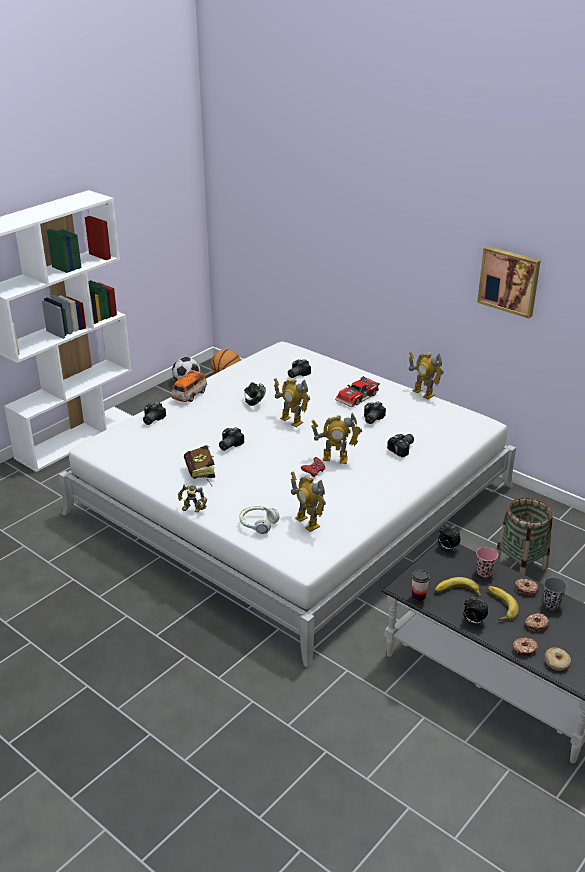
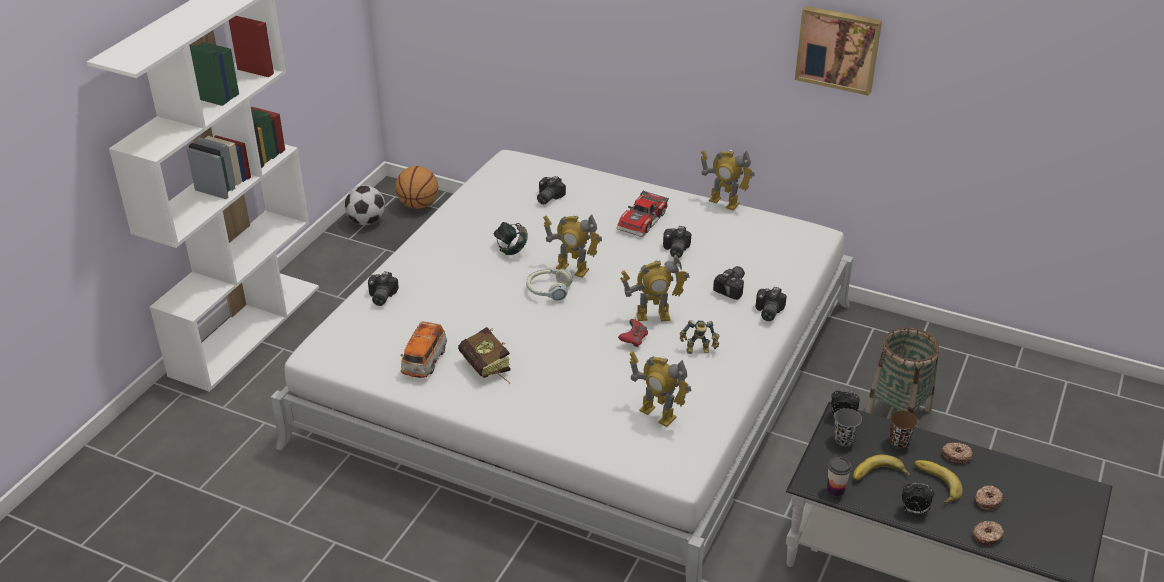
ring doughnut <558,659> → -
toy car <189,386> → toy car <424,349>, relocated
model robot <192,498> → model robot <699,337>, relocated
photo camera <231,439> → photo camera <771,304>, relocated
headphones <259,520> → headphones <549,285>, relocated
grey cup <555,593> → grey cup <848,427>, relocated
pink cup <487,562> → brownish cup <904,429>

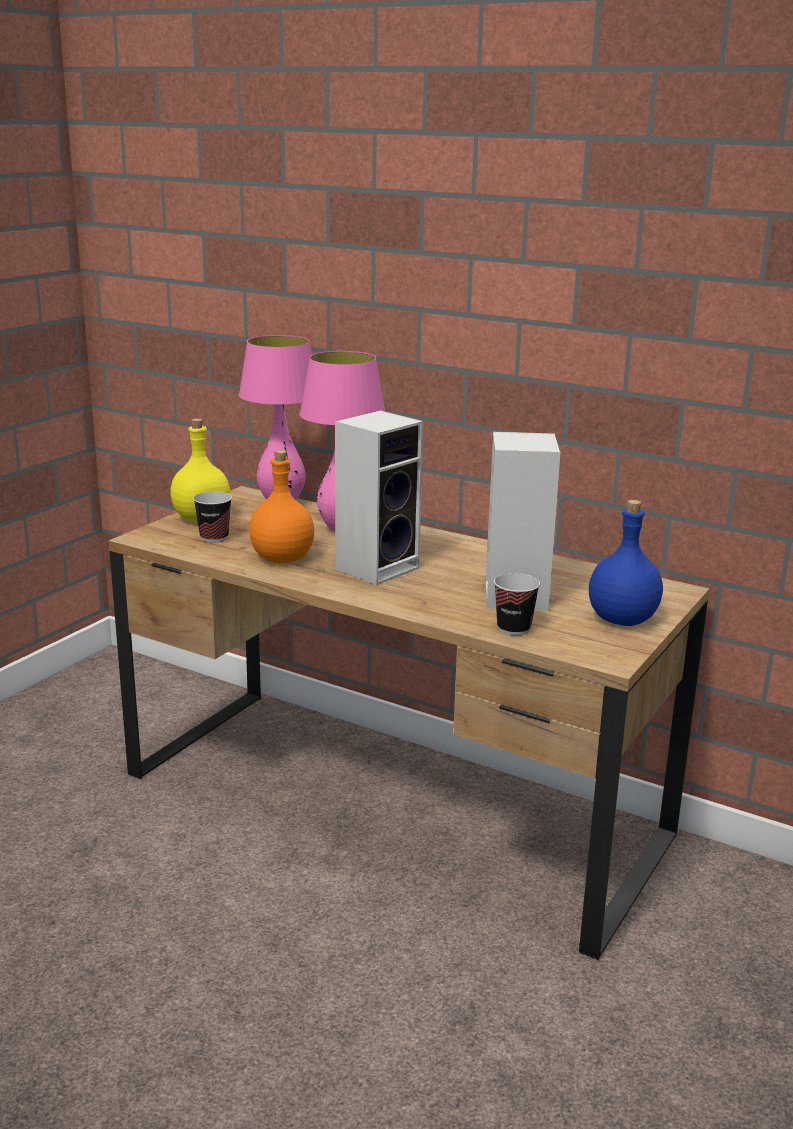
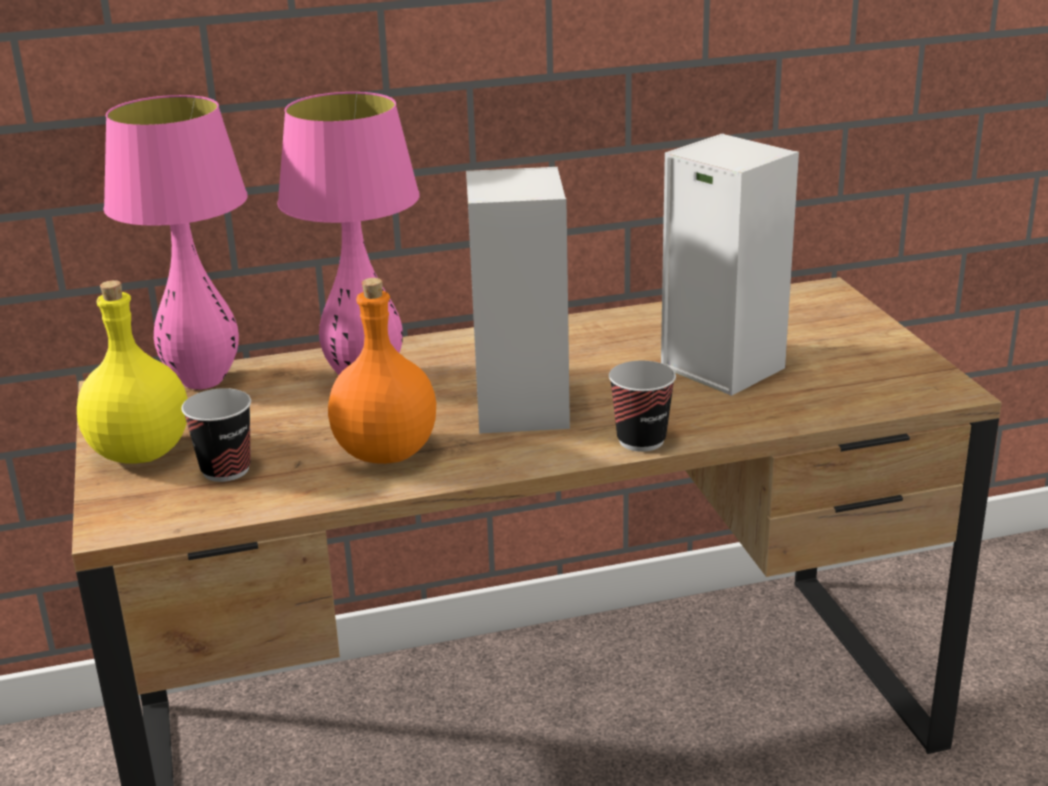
blue bottle <626,563> → -
cup <517,604> → cup <642,406>, relocated

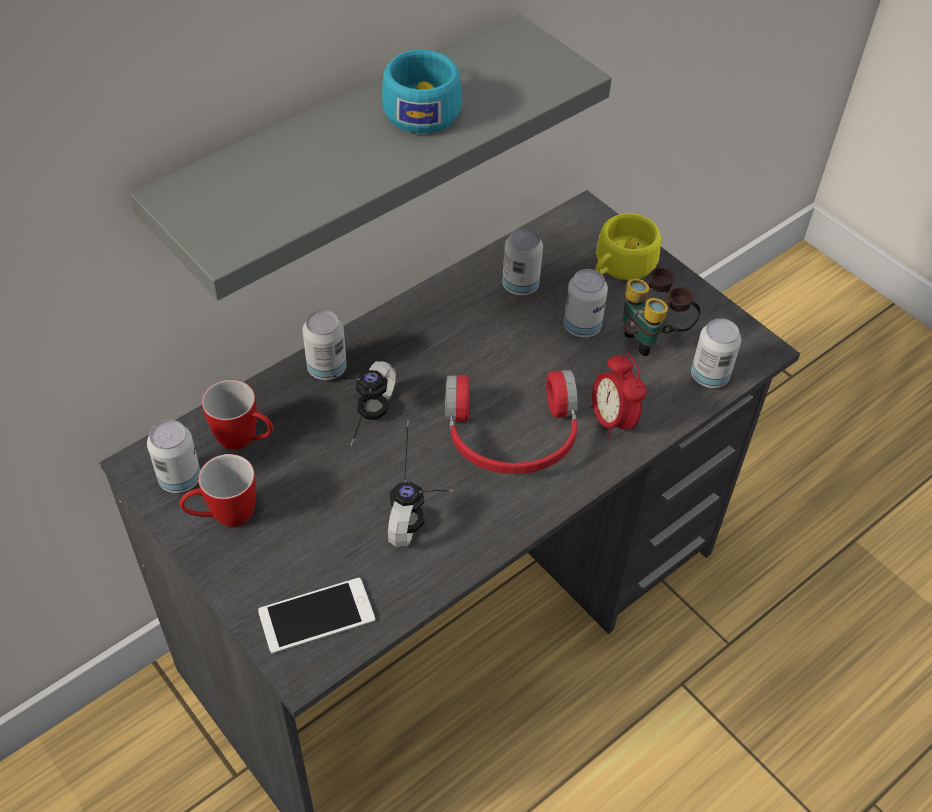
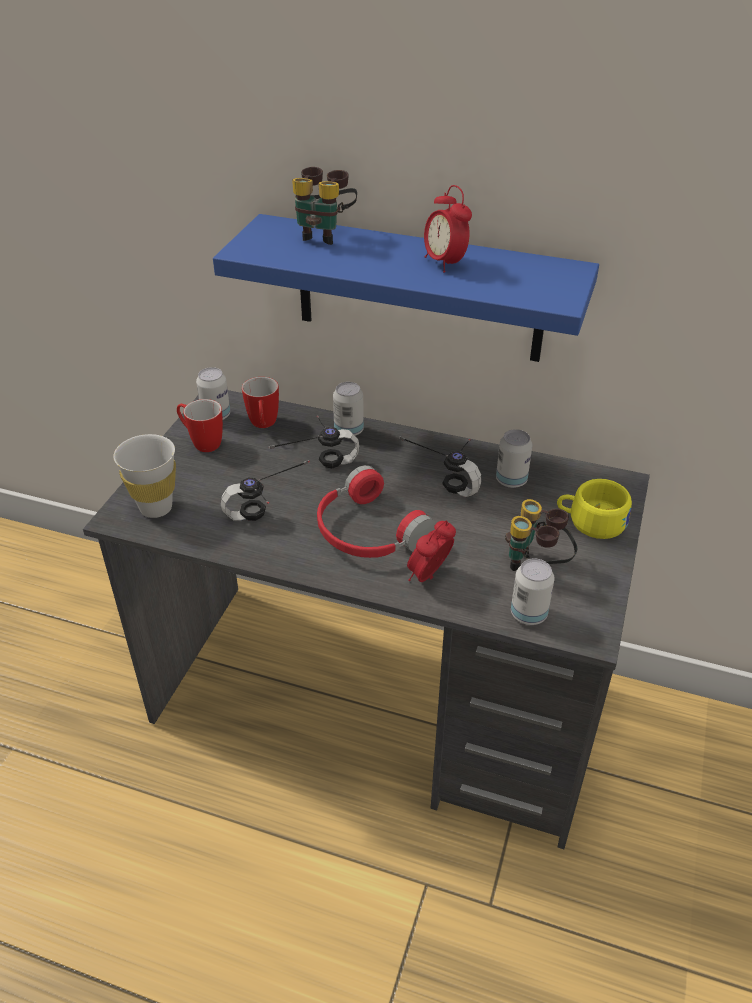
sealed can <586,303> → -
- → binoculars <324,206>
- → headphones <440,466>
phone <316,616> → whitish cup <144,476>
blue-green cup <422,91> → table clock <448,229>
grey bracket shelf <371,157> → blue bracket shelf <406,288>

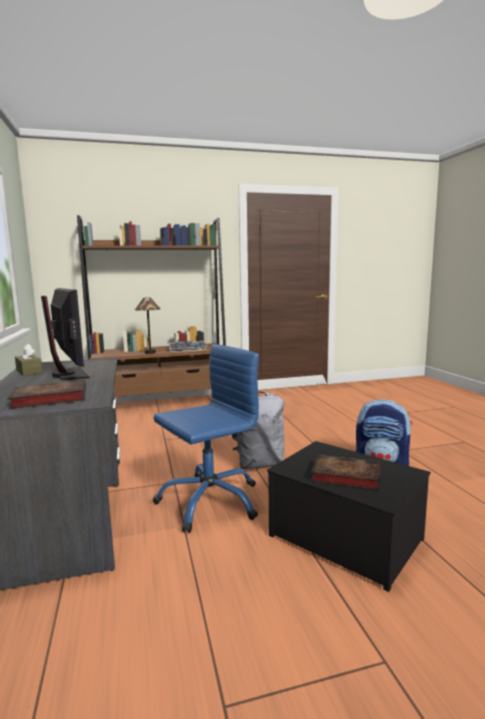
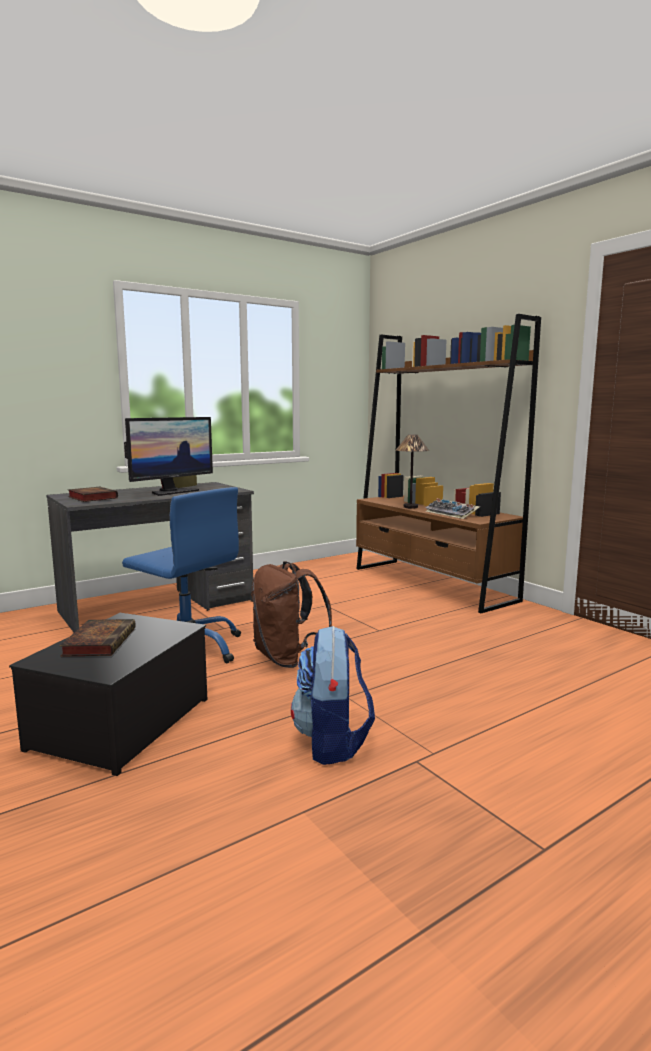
grey rucksack <258,430> → brownish rucksack <291,614>

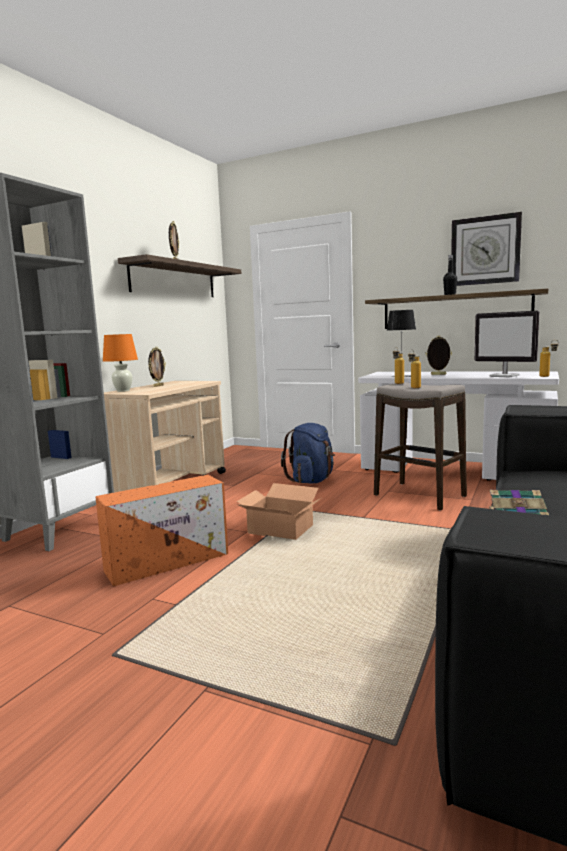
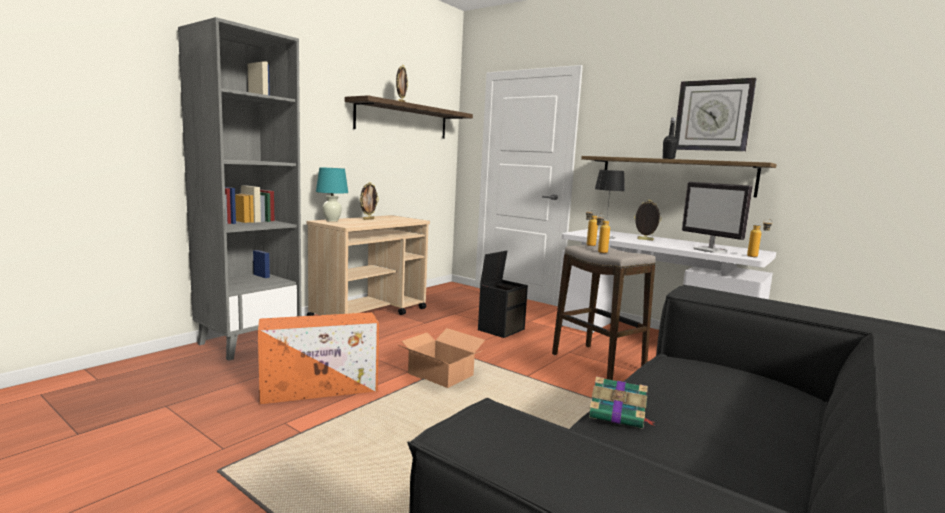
blue rucksack <308,453> → blackish storage bin <503,294>
orange table lamp <120,363> → blue-green table lamp <332,194>

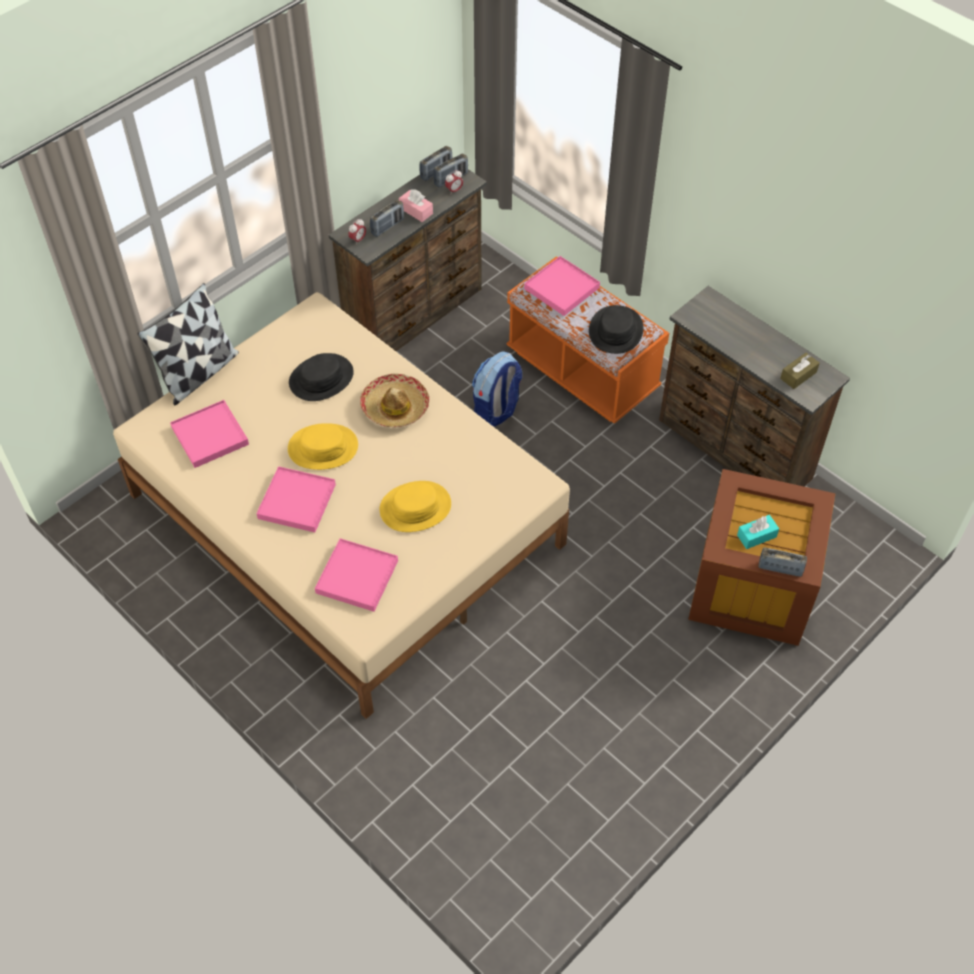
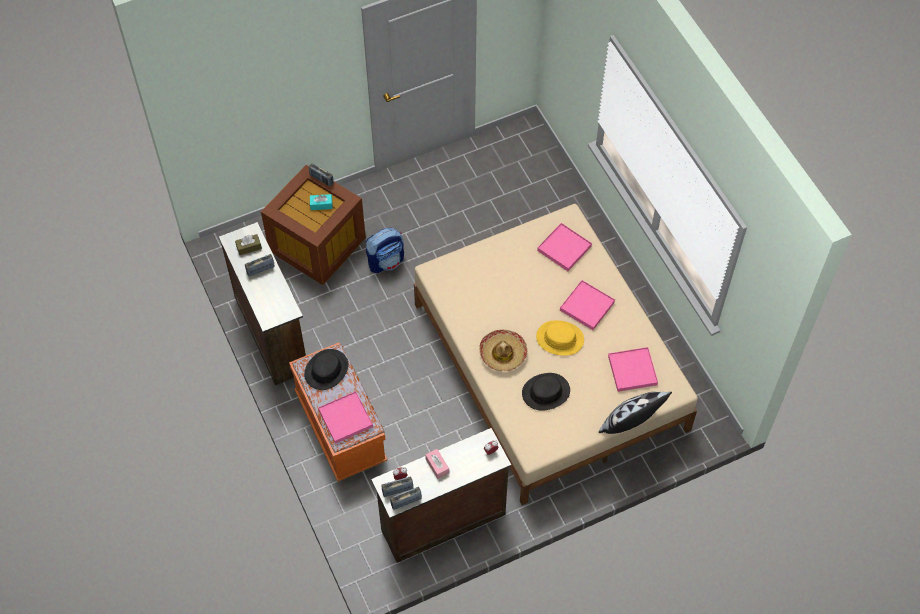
yellow wearable hat <415,506> → -
radio <387,218> → radio <260,265>, relocated
rucksack <497,389> → rucksack <385,250>, relocated

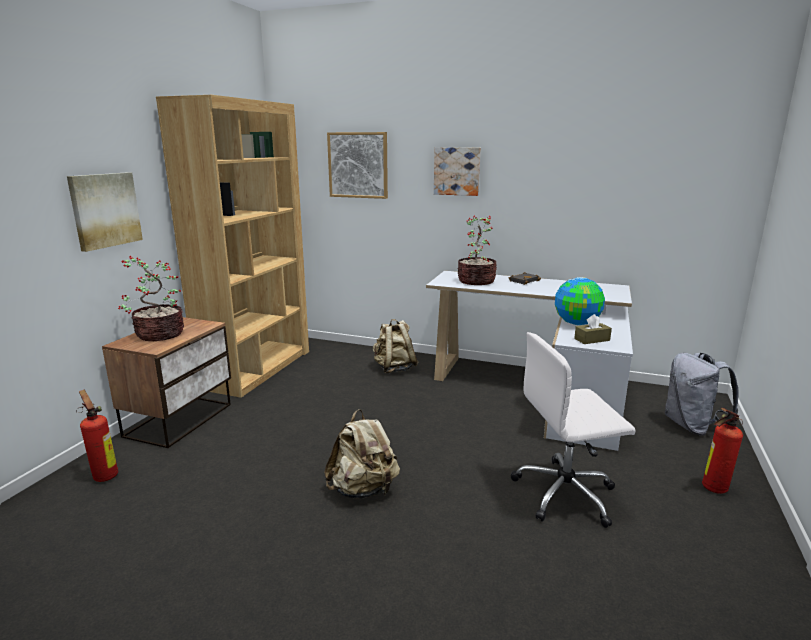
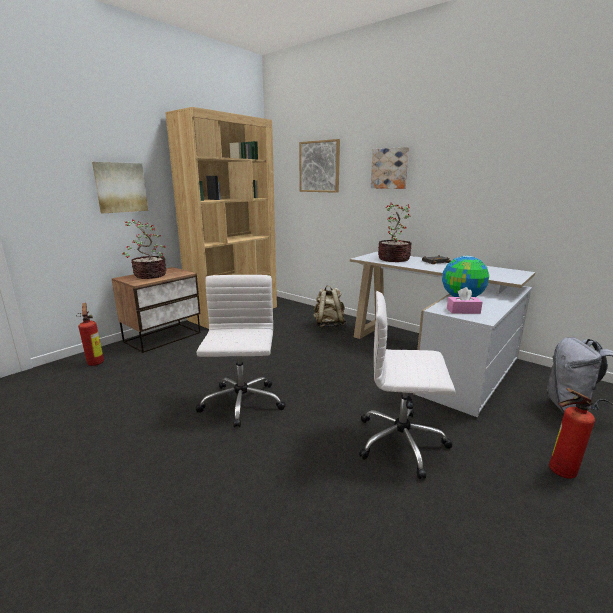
beige rucksack <362,454> → whitish desk chair <240,351>
brownish tissue holder <593,329> → pink tissue holder <465,300>

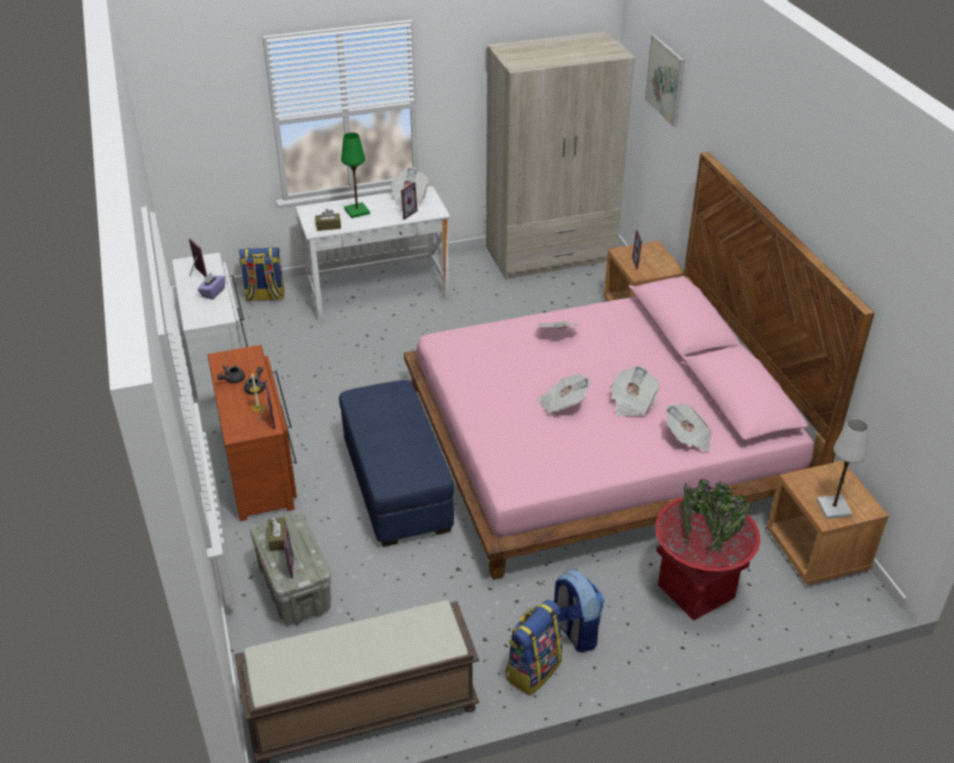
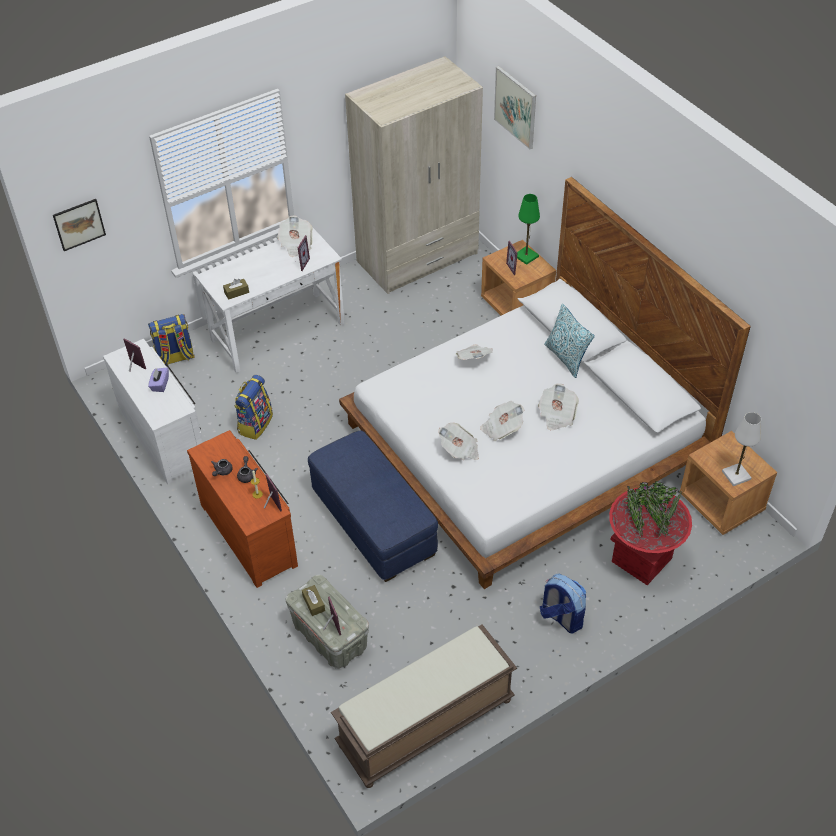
- → wall picture <79,225>
- → throw pillow <569,341>
green-coloured table lamp <355,175> → green-coloured table lamp <528,229>, relocated
rucksack <533,647> → rucksack <253,407>, relocated
printed paper <689,428> → printed paper <458,441>, relocated
pink bed <639,366> → whitish bed <545,383>

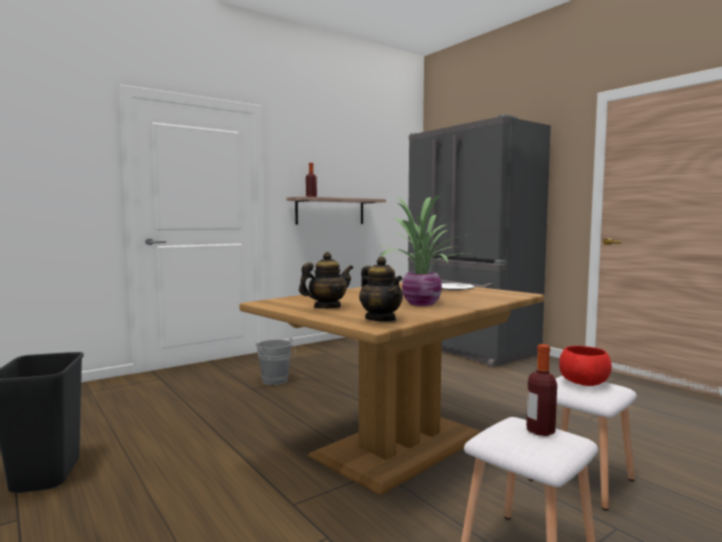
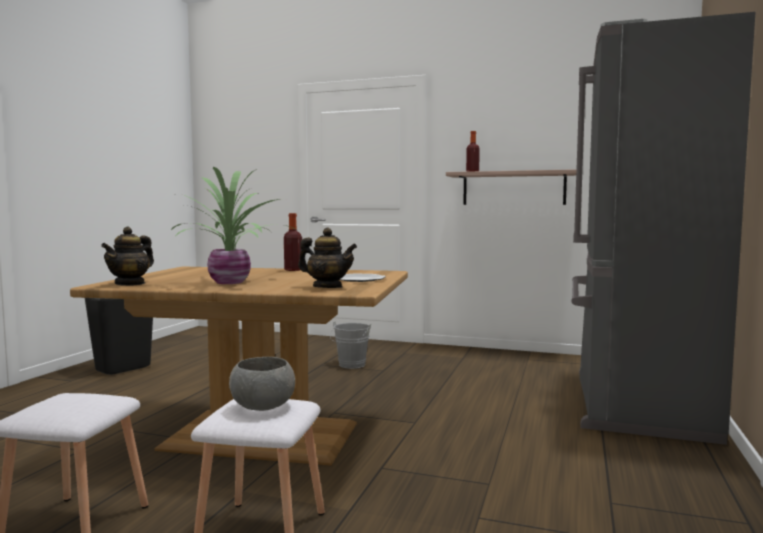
teapot <326,280> → teapot <327,257>, relocated
bottle <541,390> → bottle <293,242>, relocated
red serving bowl <585,366> → grey serving bowl <262,384>

